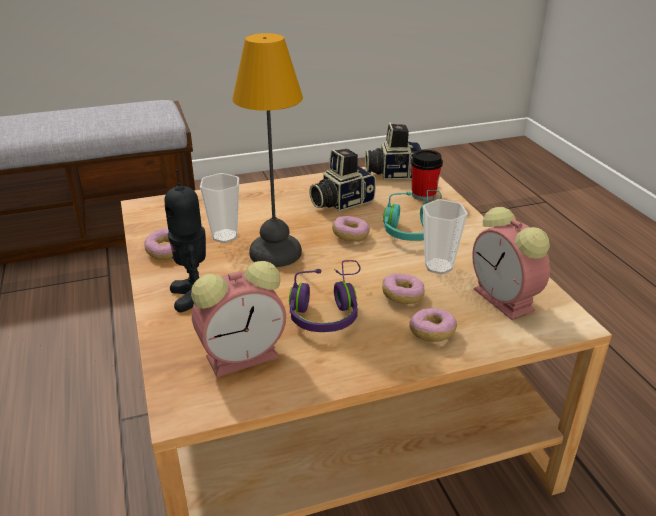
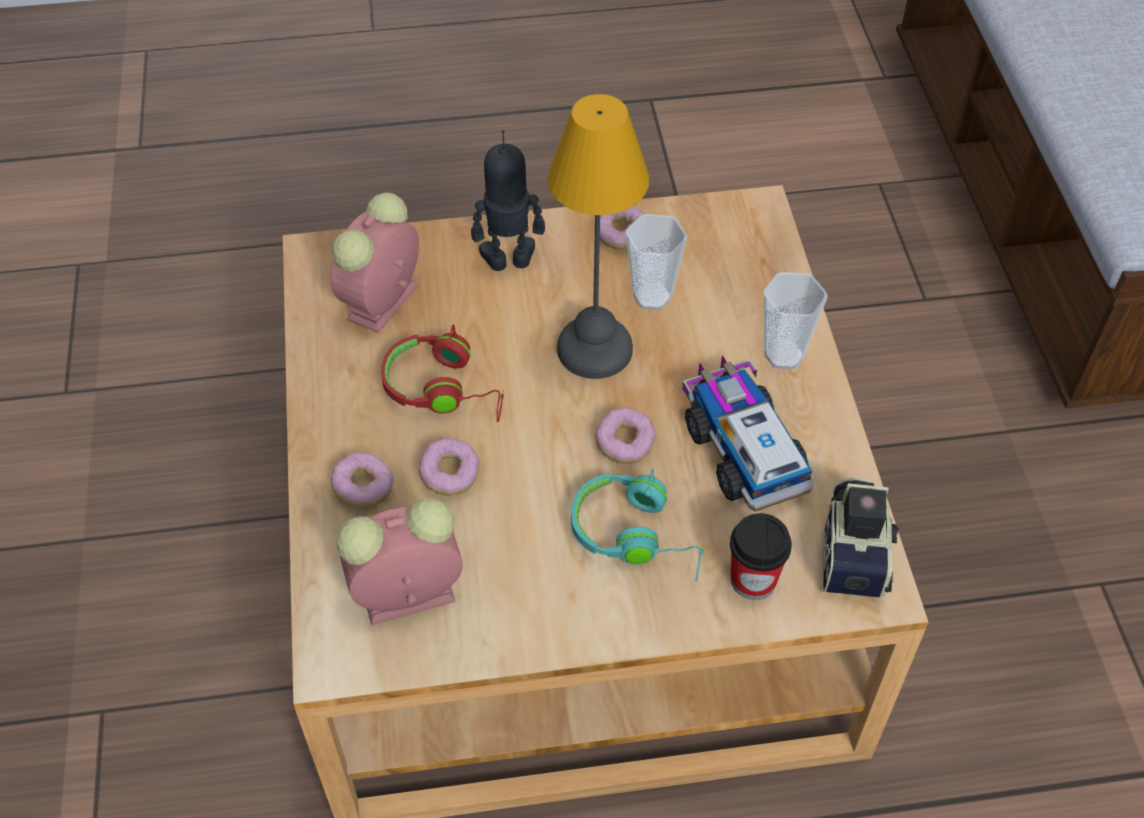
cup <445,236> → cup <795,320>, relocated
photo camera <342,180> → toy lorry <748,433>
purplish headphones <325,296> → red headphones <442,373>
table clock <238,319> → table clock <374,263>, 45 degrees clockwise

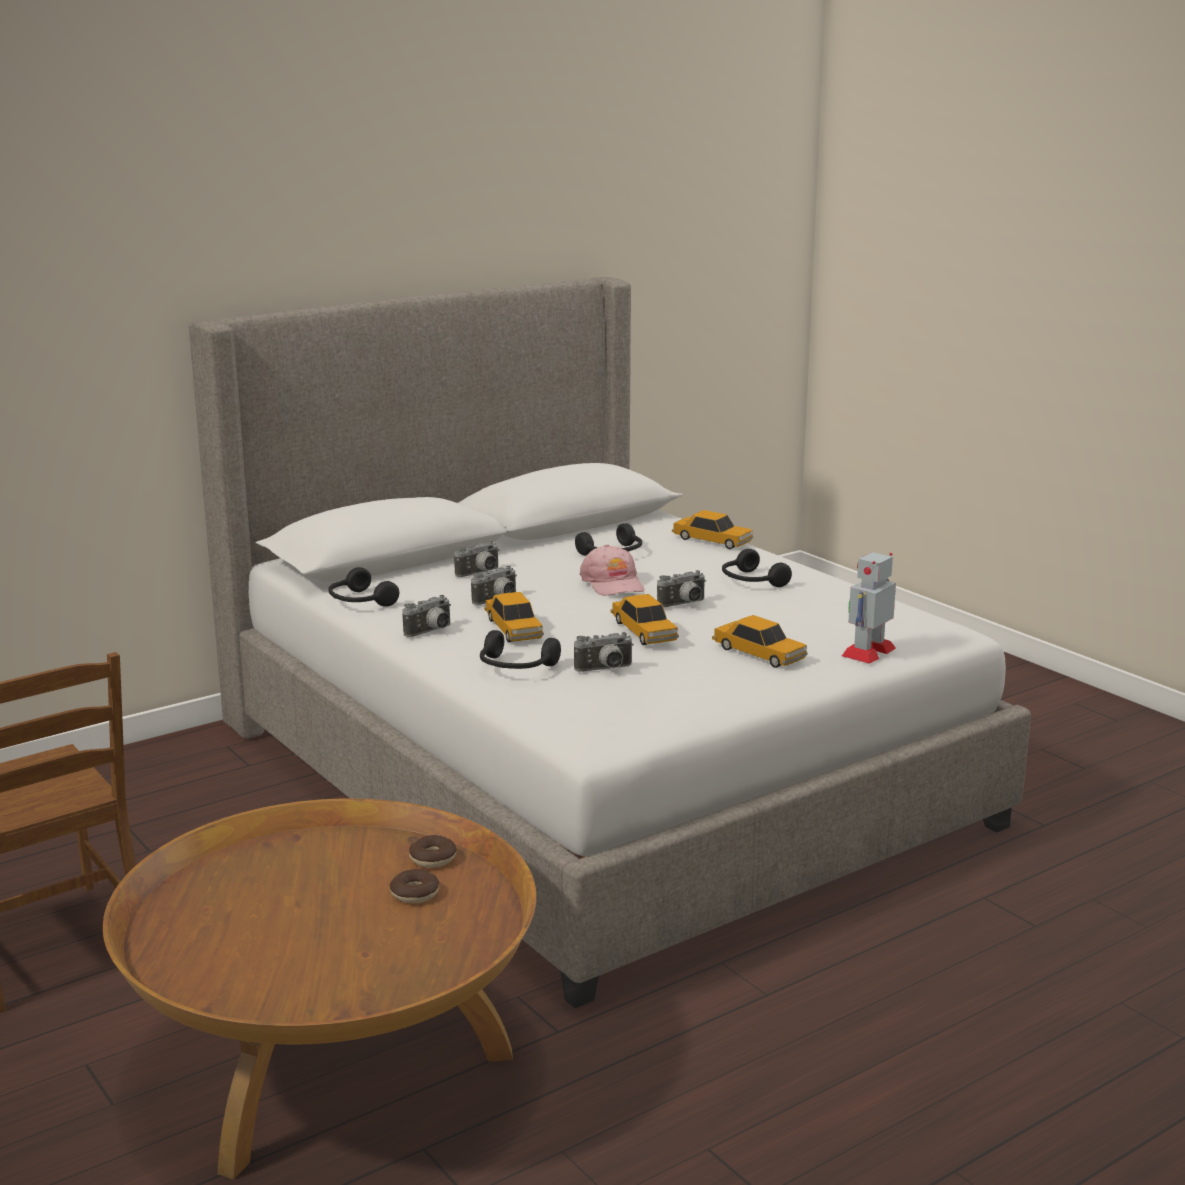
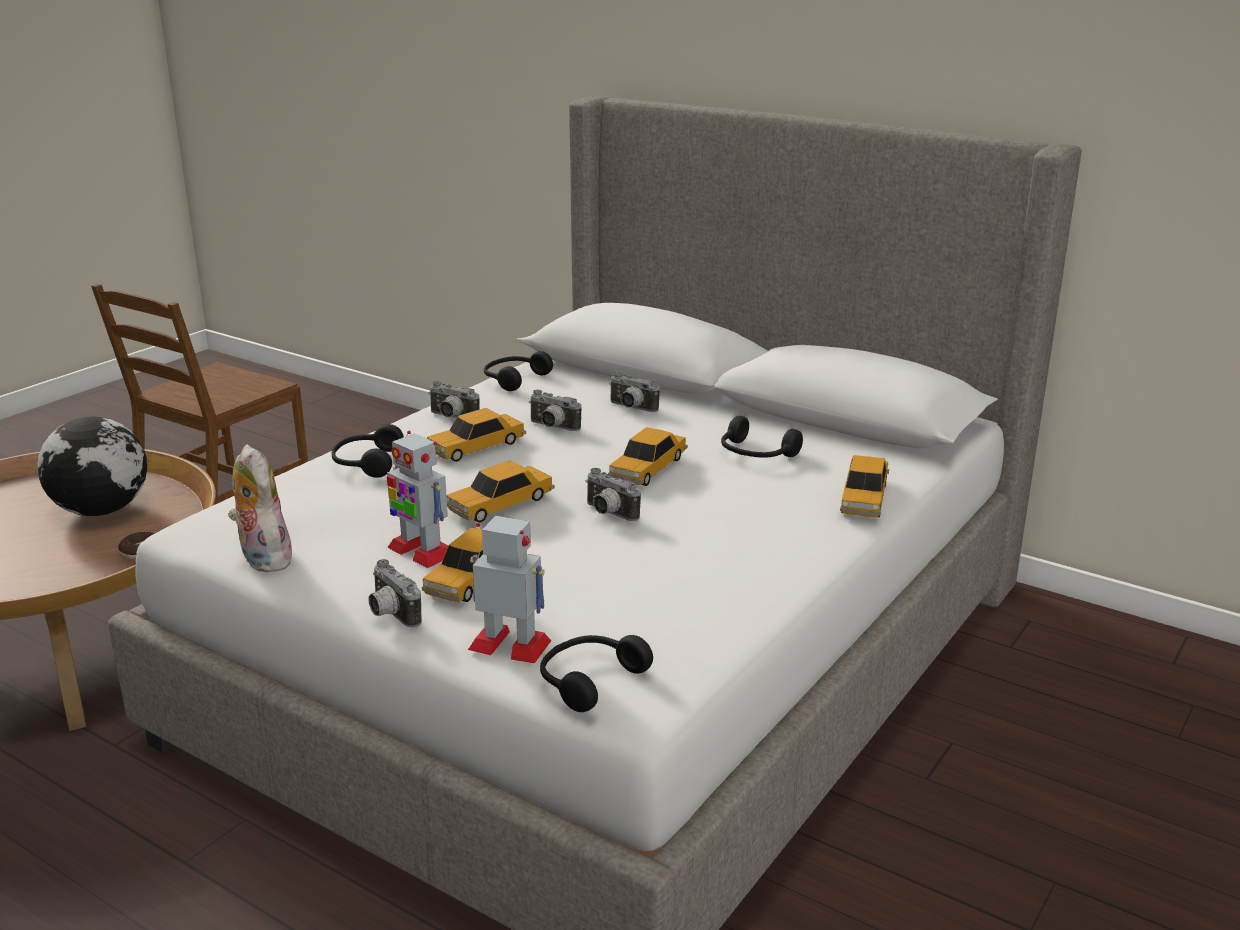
ring doughnut <415,886> → -
- → globe <92,466>
- → soft toy <260,508>
- → model robot <417,499>
photo camera <604,652> → photo camera <395,593>, relocated
blackish headphones <757,568> → blackish headphones <596,673>, relocated
pink peaked cap <612,570> → toy car <648,456>

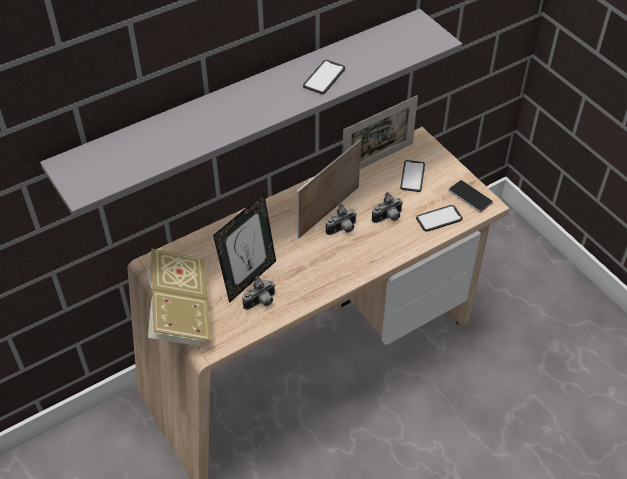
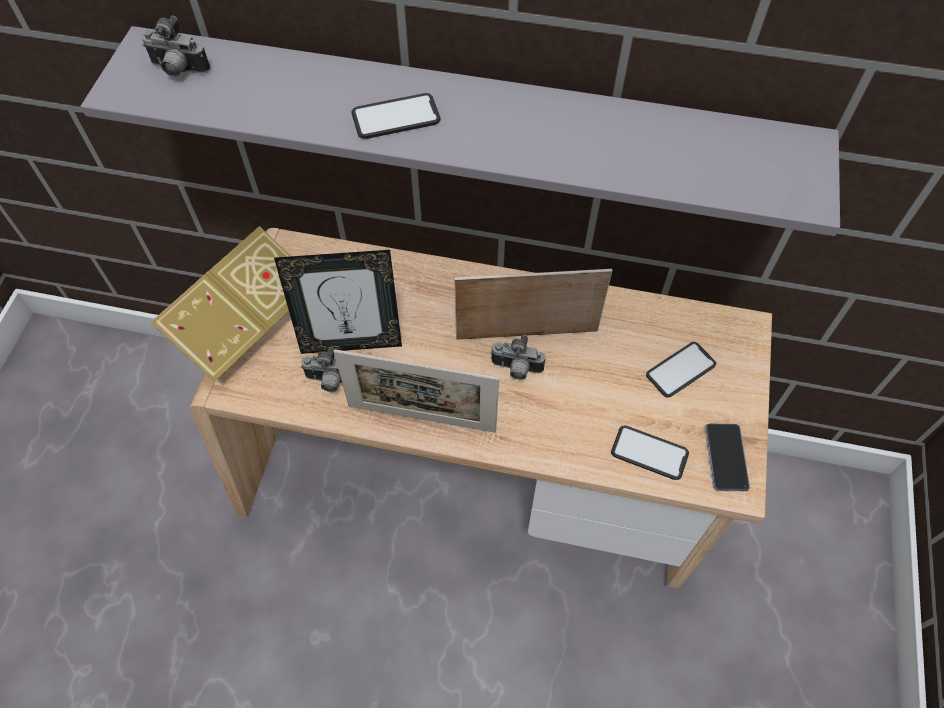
phone <324,77> → phone <396,116>, relocated
standing frame <380,132> → standing frame <416,391>, relocated
photo camera <387,207> → photo camera <176,46>, relocated

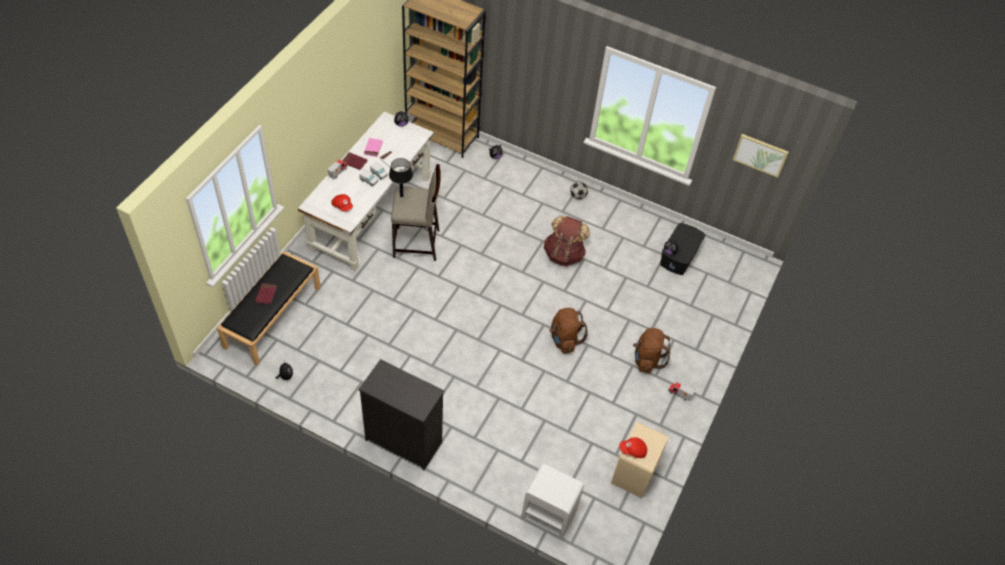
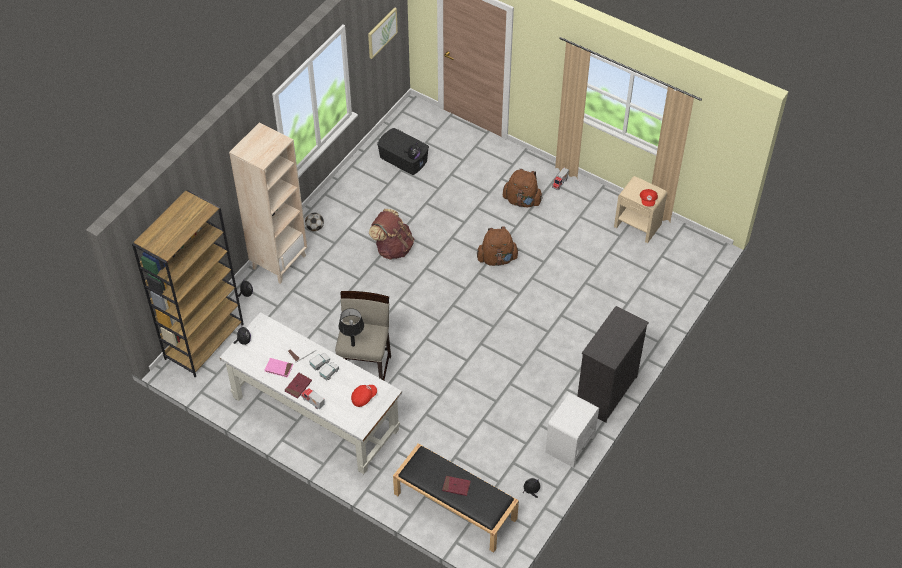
- → beige shelving unit <268,203>
whitish nightstand <552,501> → whitish nightstand <572,430>, relocated

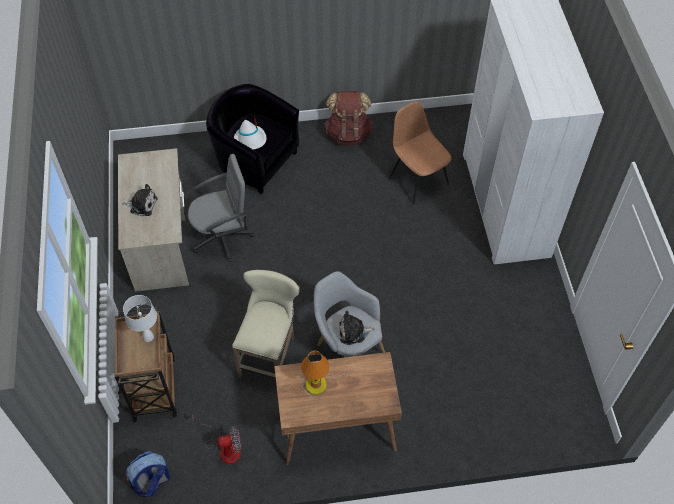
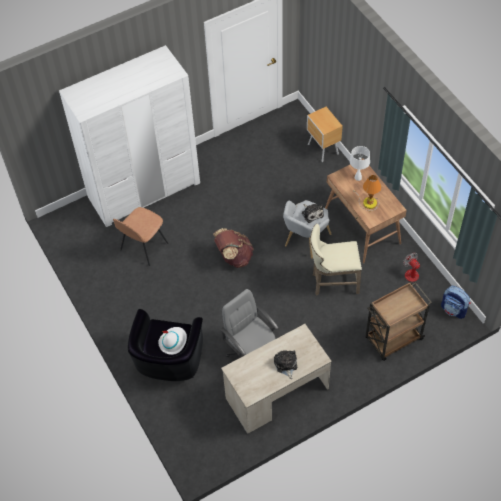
- → brownish nightstand <325,134>
whitish table lamp <140,318> → whitish table lamp <360,163>, relocated
brownish rucksack <349,118> → brownish rucksack <233,248>, relocated

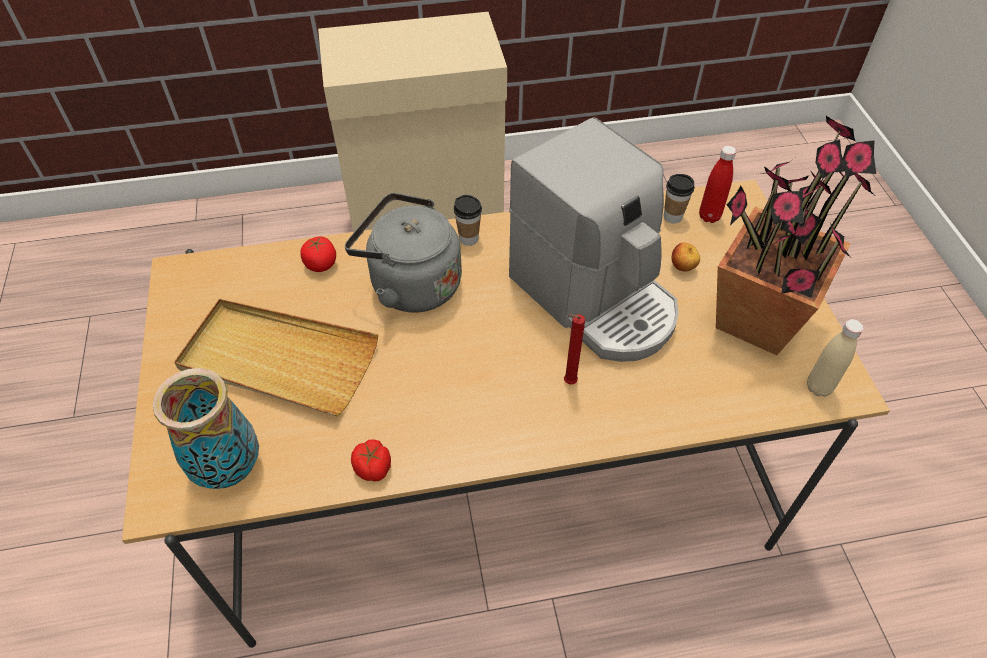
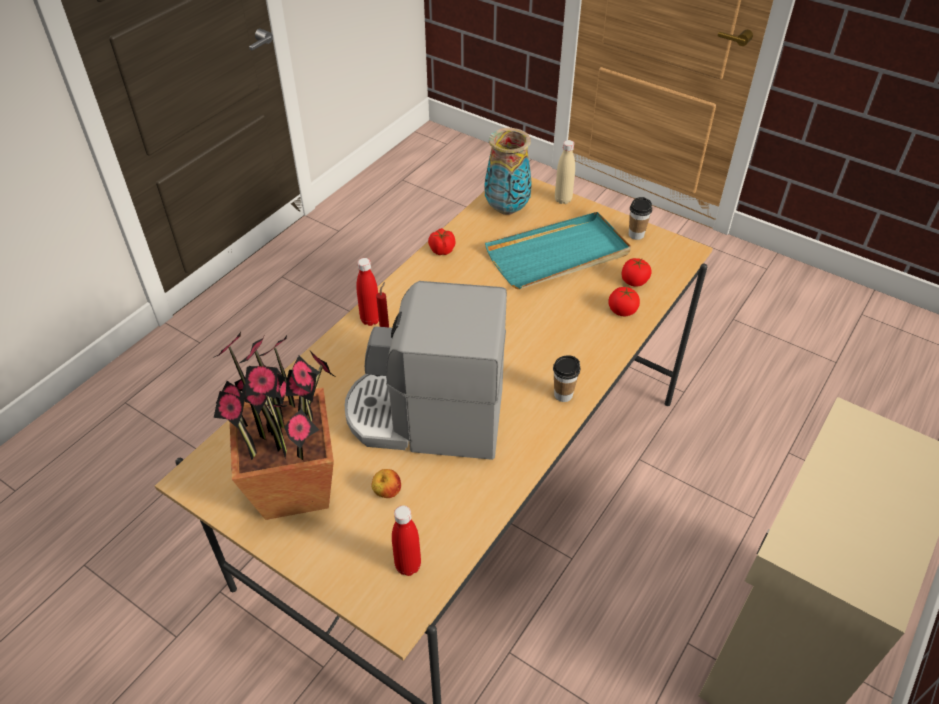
grey water kettle <403,253> → -
- → red bottle <367,292>
- → fresh tomato <637,272>
cup <679,198> → cup <640,218>, relocated
beige bottle <835,358> → beige bottle <565,172>, relocated
beige serving tray <276,357> → blue-green serving tray <558,250>

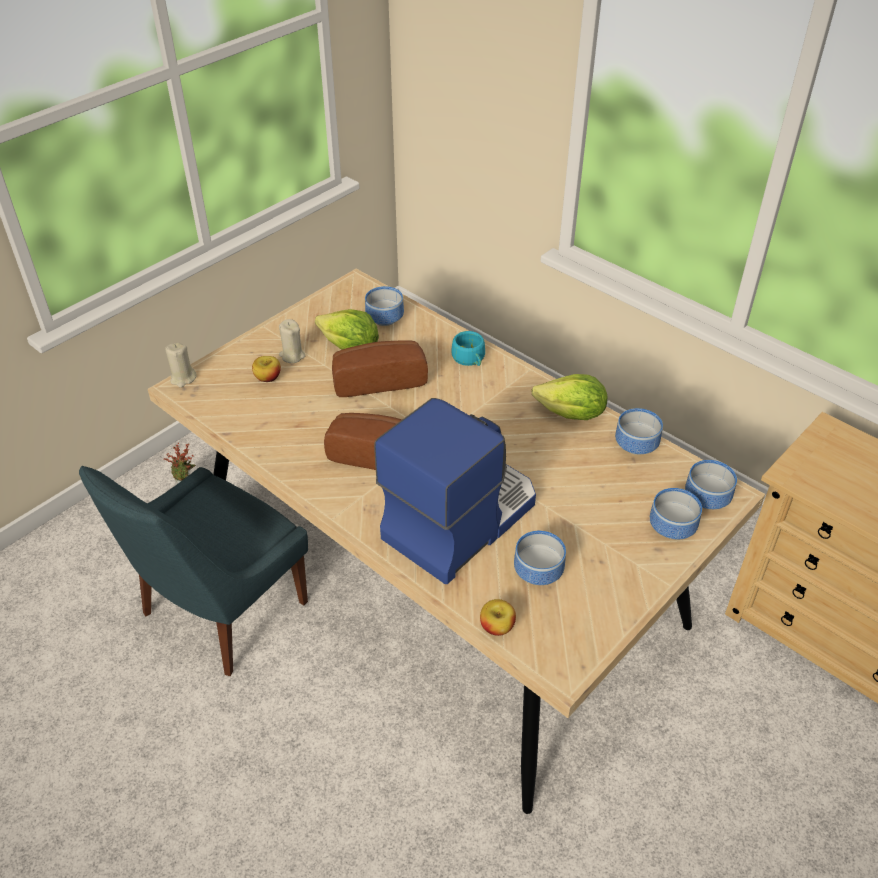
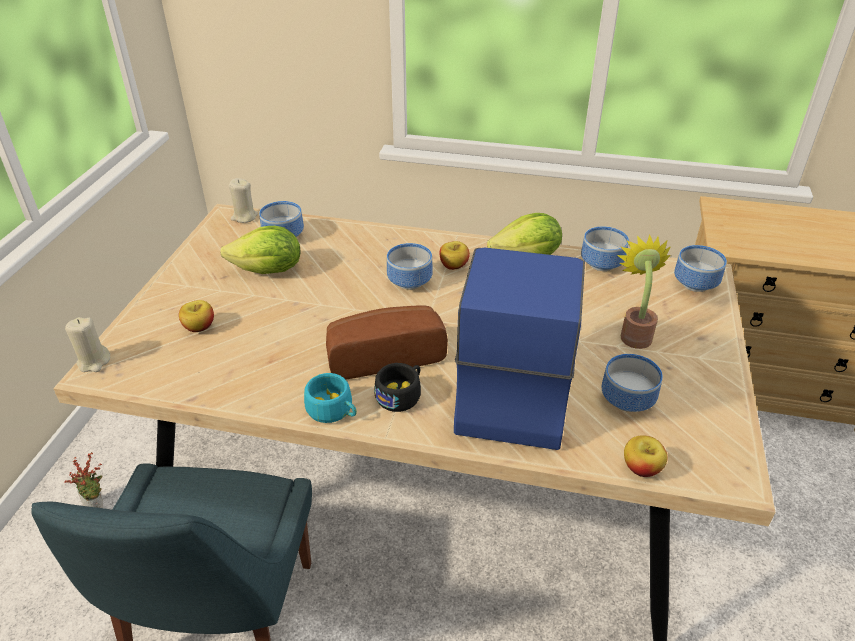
baked bread <380,368> → -
- → blackish cup <397,387>
- → apple <455,255>
- → houseplant <644,291>
beige candle <292,341> → beige candle <243,200>, relocated
blue-green cup <468,348> → blue-green cup <330,398>, relocated
serving bowl <676,513> → serving bowl <410,266>, relocated

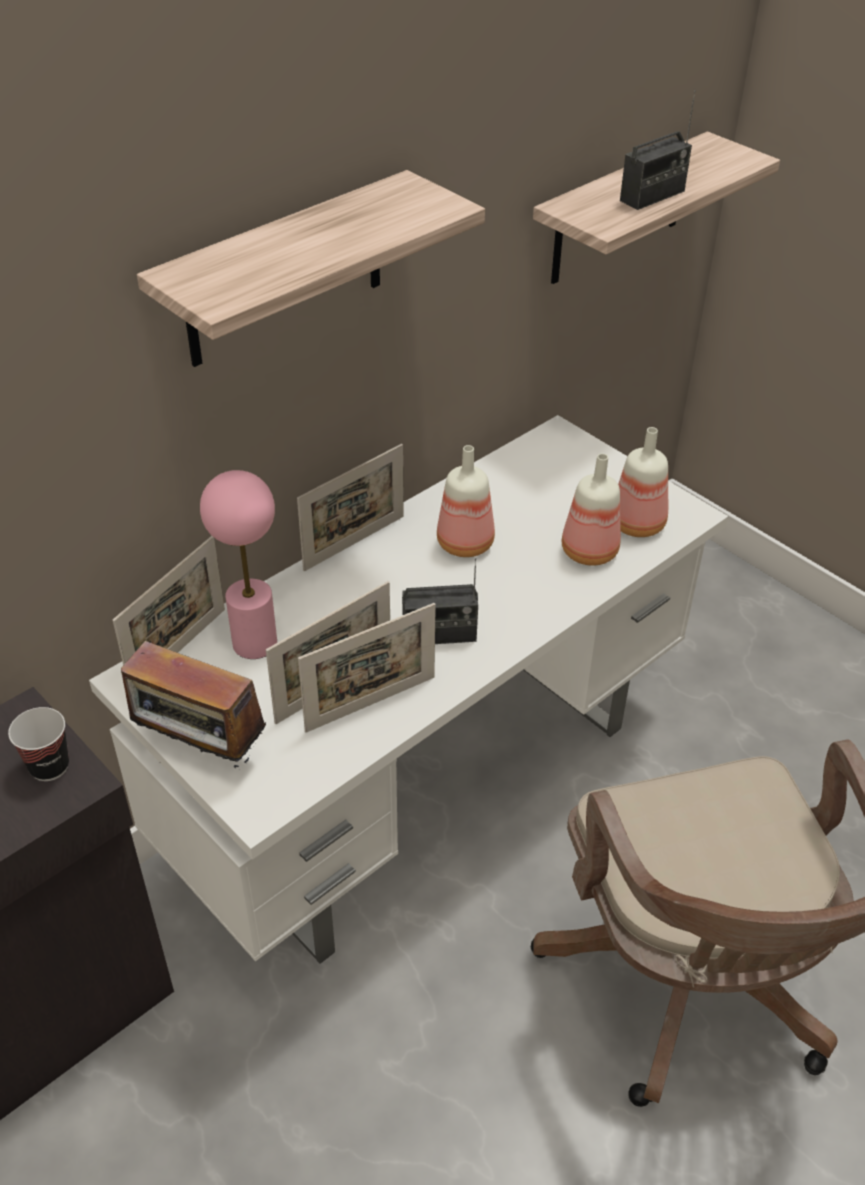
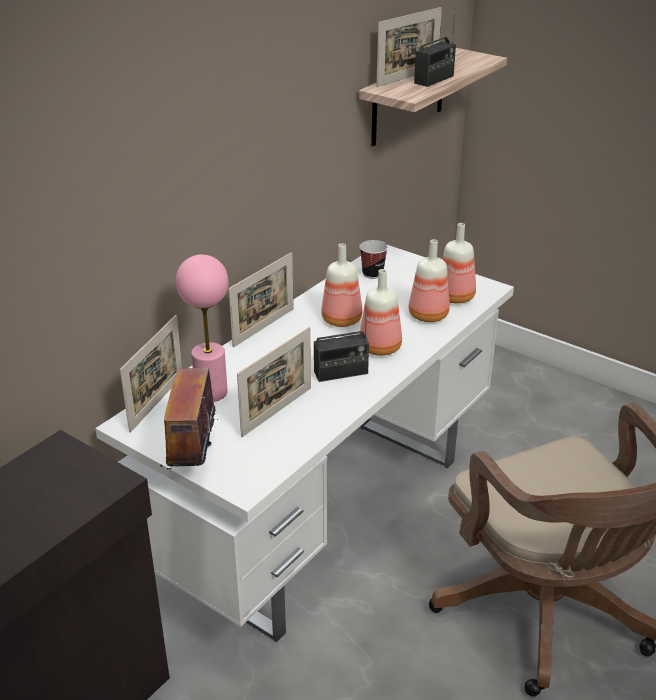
bracket shelf <311,268> → -
- → bottle <381,312>
cup <38,744> → cup <373,259>, relocated
standing frame <367,668> → standing frame <409,47>, relocated
radio <193,705> → radio <189,415>, 75 degrees clockwise

